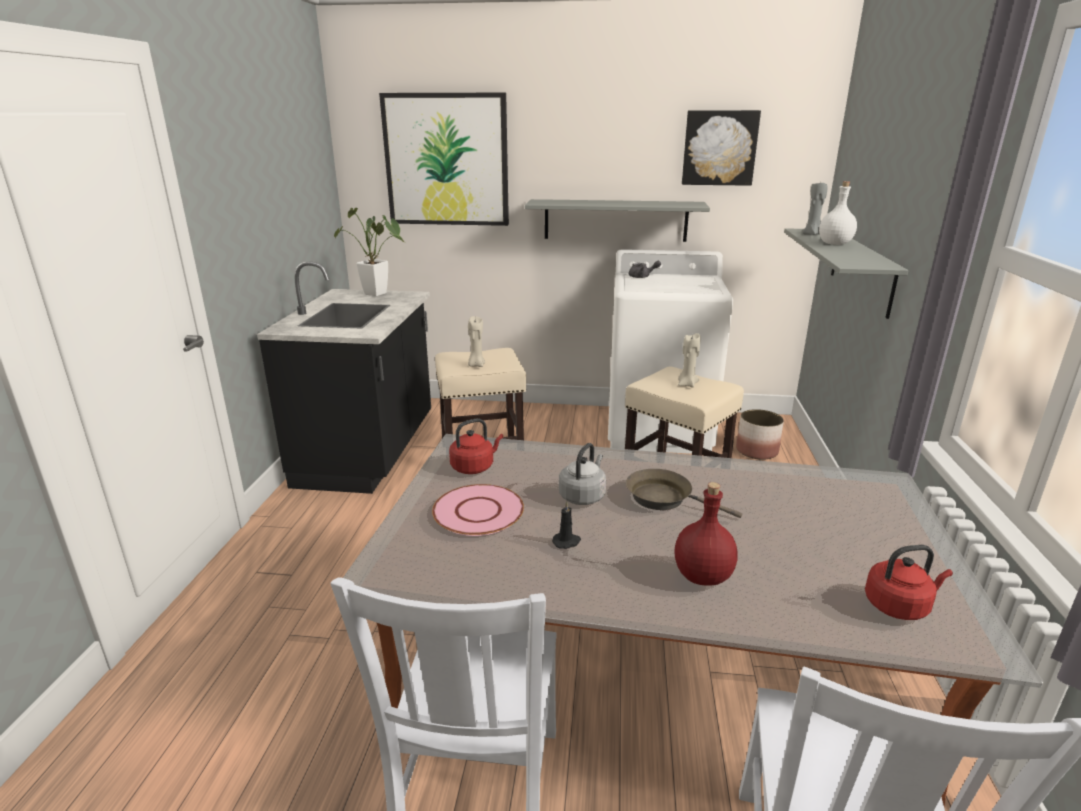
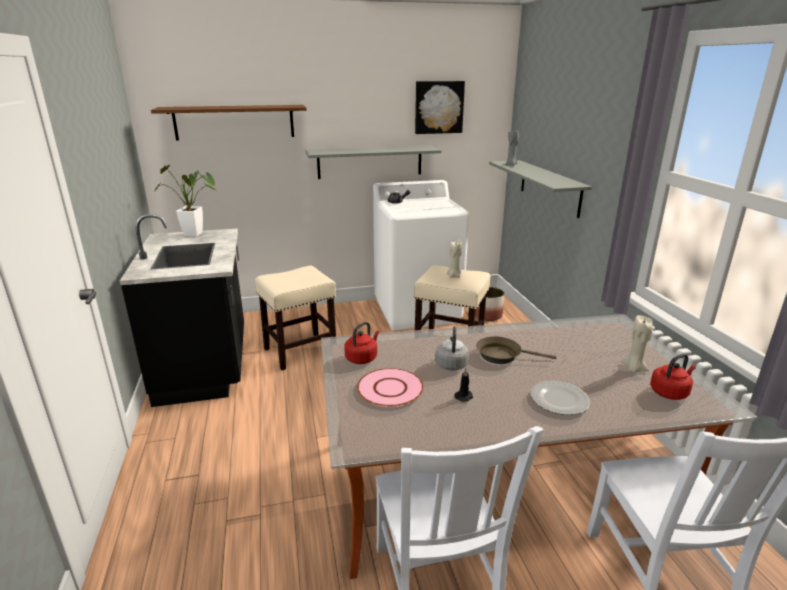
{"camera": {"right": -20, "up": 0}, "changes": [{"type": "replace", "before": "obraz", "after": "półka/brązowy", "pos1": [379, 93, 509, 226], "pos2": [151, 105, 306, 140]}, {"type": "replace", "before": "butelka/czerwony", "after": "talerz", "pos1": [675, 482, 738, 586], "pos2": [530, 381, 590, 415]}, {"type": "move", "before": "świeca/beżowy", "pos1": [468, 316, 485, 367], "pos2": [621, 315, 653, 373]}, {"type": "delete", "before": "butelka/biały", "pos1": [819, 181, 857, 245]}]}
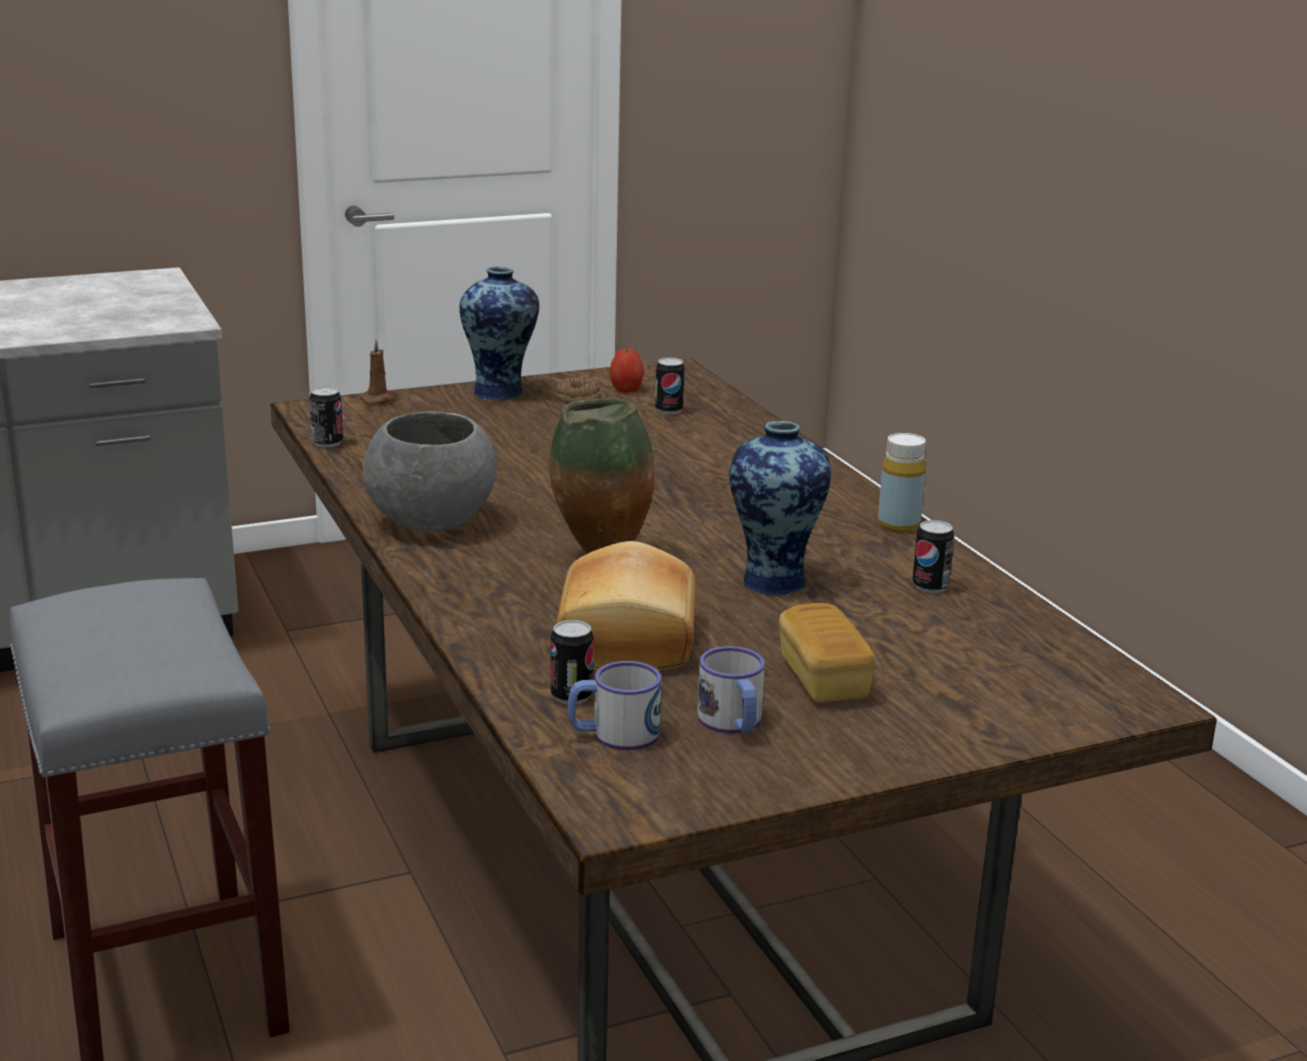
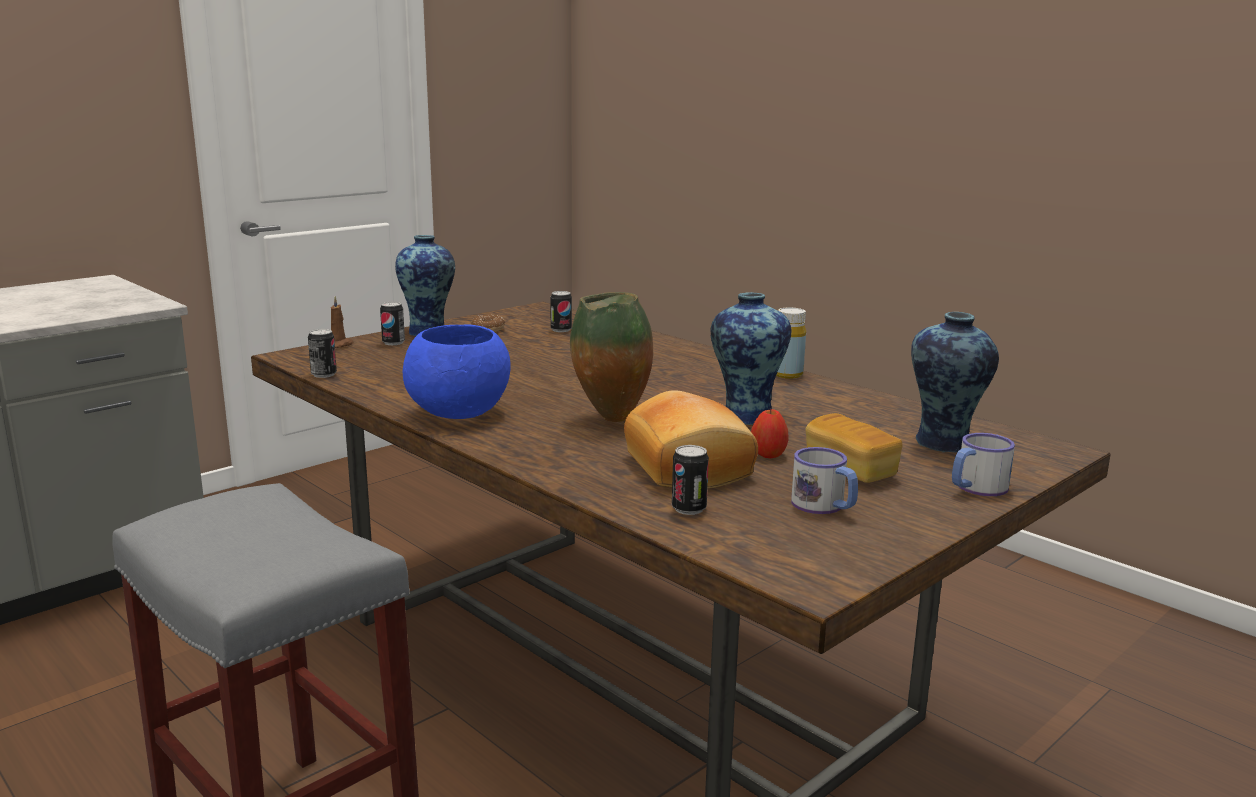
{"camera": {"right": -20, "up": -5}, "changes": [{"type": "move", "before": "puszka", "pos1": [912, 520, 954, 593], "pos2": [380, 302, 405, 345]}, {"type": "recolor", "before": "miska/szary", "after": "miska/niebieski", "pos1": [363, 411, 497, 531], "pos2": [403, 324, 511, 419]}, {"type": "move", "before": "jabłko", "pos1": [610, 347, 644, 392], "pos2": [751, 409, 788, 458]}, {"type": "insert", "after": "wazon", "pos2": [911, 312, 999, 452]}, {"type": "move", "before": "kubek", "pos1": [567, 661, 661, 750], "pos2": [952, 433, 1015, 496]}]}
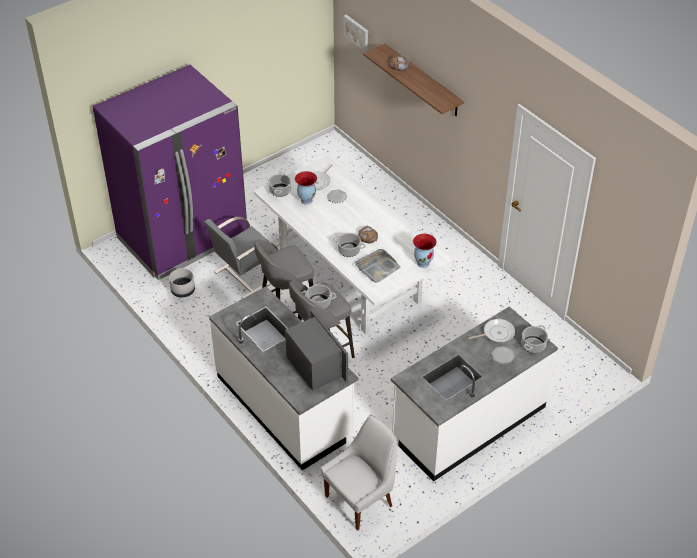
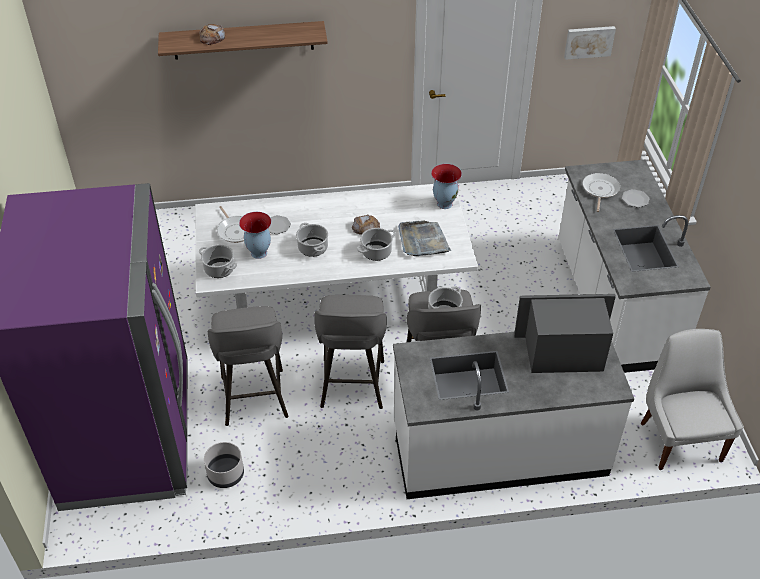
{"camera": {"right": -60, "up": 0}, "changes": [{"type": "replace", "before": "krzesło/szary", "after": "stołek/szary", "pos1": [205, 217, 279, 299], "pos2": [208, 306, 289, 426]}, {"type": "move", "before": "garnek", "pos1": [522, 325, 548, 353], "pos2": [296, 223, 328, 257]}, {"type": "move", "before": "obraz", "pos1": [343, 15, 368, 52], "pos2": [564, 26, 616, 60]}]}
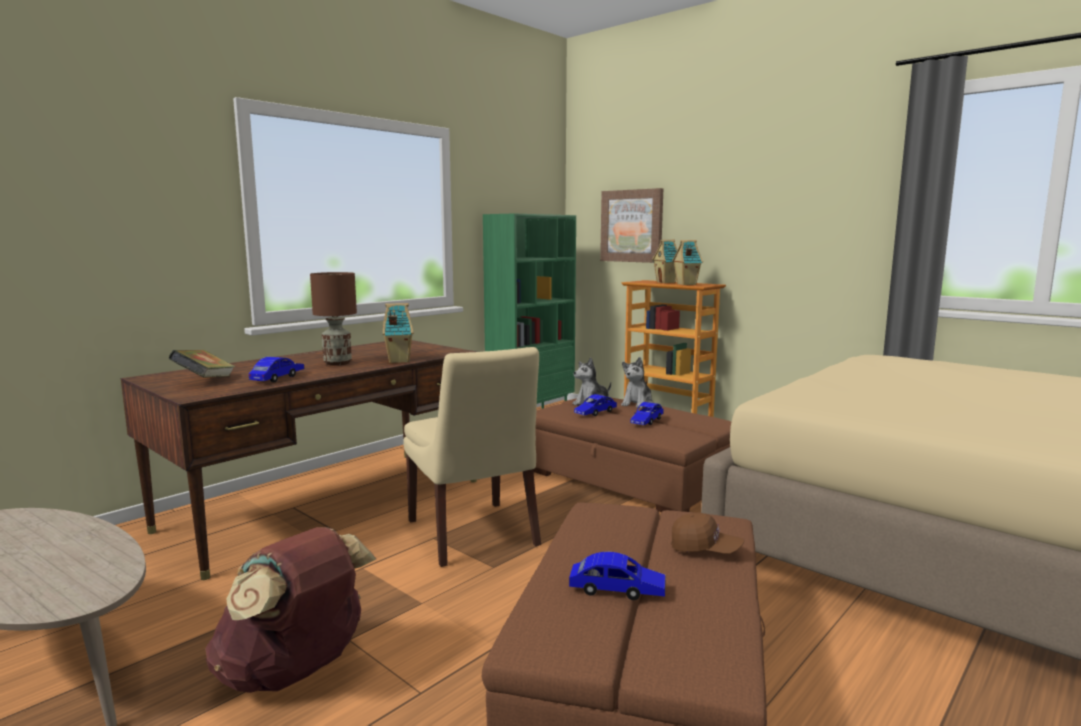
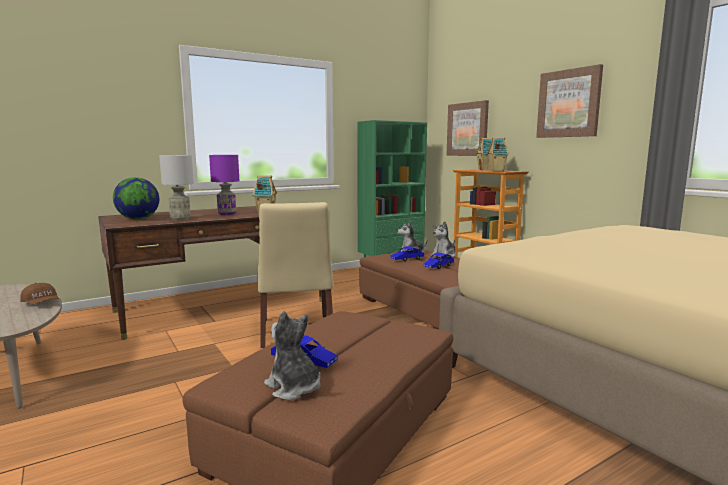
{"camera": {"right": 15, "up": 0}, "changes": [{"type": "move", "before": "czapka z daszkiem/brązowy", "pos1": [671, 513, 744, 554], "pos2": [20, 283, 59, 304]}, {"type": "replace", "before": "książka", "after": "globus", "pos1": [168, 350, 235, 378], "pos2": [113, 177, 159, 219]}, {"type": "replace", "before": "samochodzik/niebieski", "after": "lampa stołowa/szary", "pos1": [249, 357, 304, 382], "pos2": [159, 155, 194, 221]}, {"type": "recolor", "before": "lampa stołowa/brązowy", "after": "lampa stołowa/fioletowy", "pos1": [310, 272, 357, 366], "pos2": [209, 155, 239, 215]}, {"type": "insert", "after": "pluszak", "pos2": [264, 311, 321, 400]}, {"type": "insert", "after": "obraz", "pos2": [536, 64, 603, 138]}, {"type": "delete", "before": "plecak/brązowy", "pos1": [205, 527, 376, 693]}]}
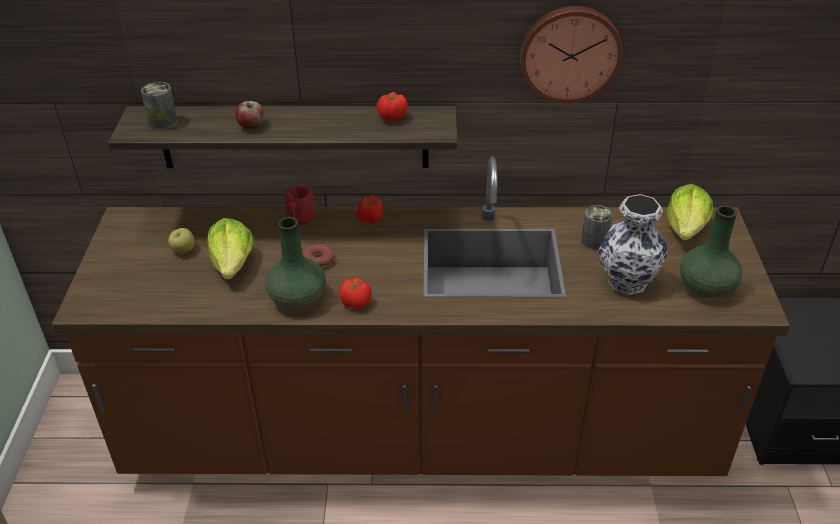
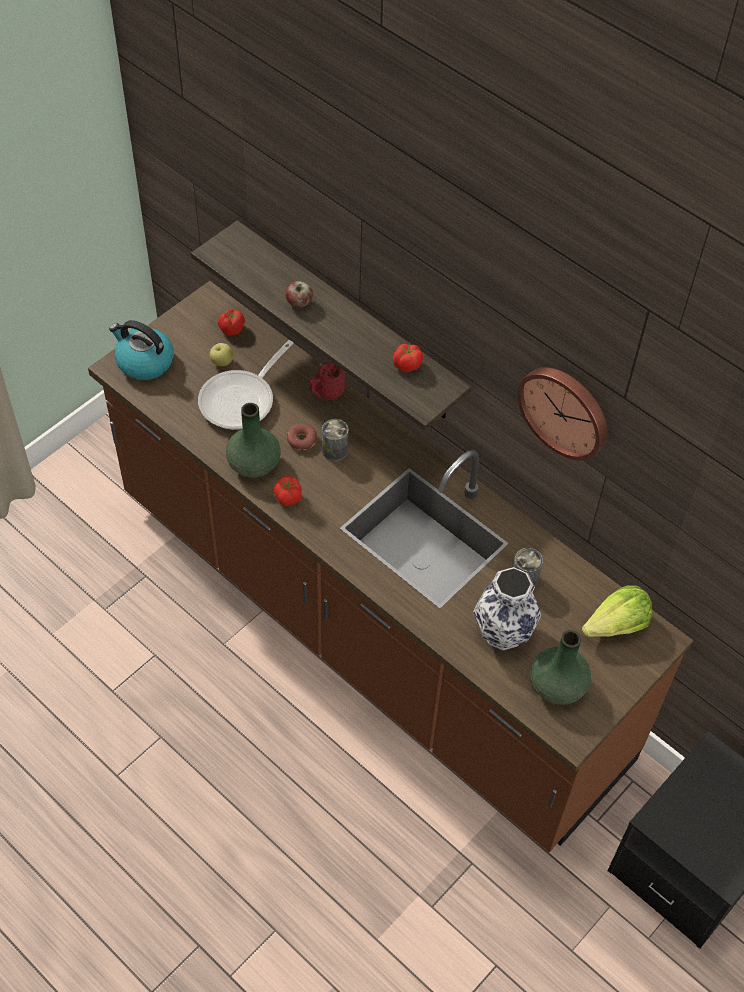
{"camera": {"right": 40, "up": 15}, "changes": [{"type": "insert", "after": "czajnik", "pos2": [109, 320, 174, 380]}, {"type": "replace", "before": "sałata", "after": "patelnia", "pos1": [207, 218, 254, 279], "pos2": [198, 340, 293, 430]}, {"type": "move", "before": "pomidor", "pos1": [357, 196, 383, 224], "pos2": [218, 309, 245, 336]}, {"type": "move", "before": "puszka", "pos1": [141, 82, 178, 130], "pos2": [322, 419, 348, 461]}]}
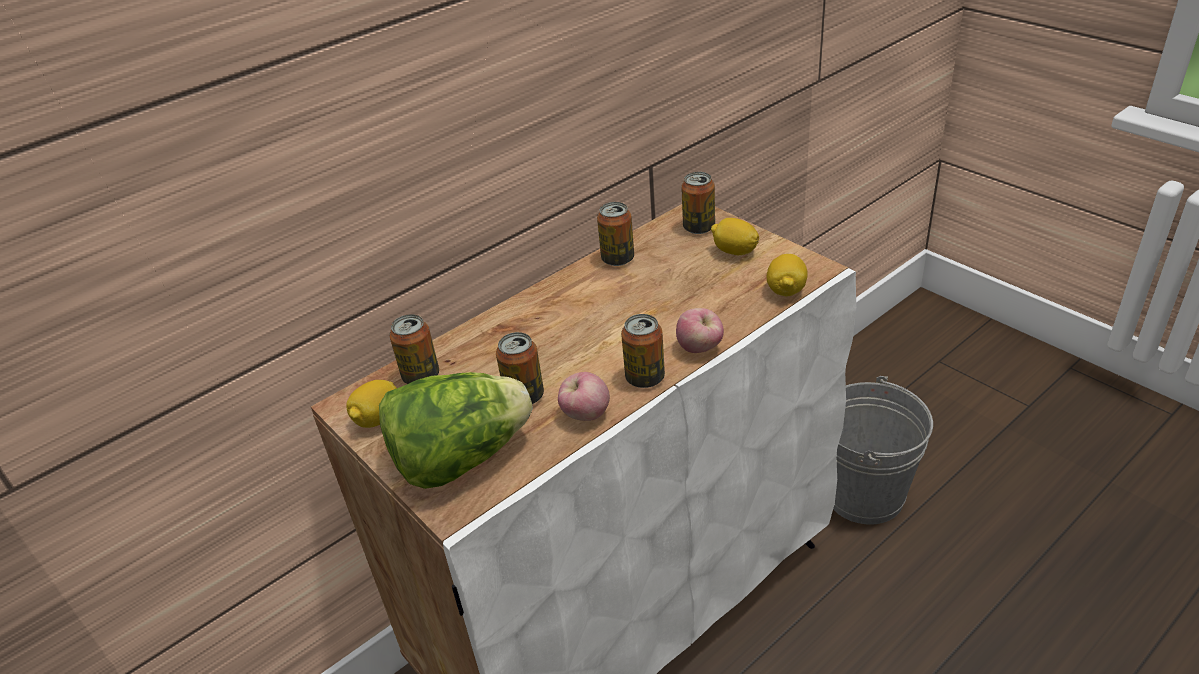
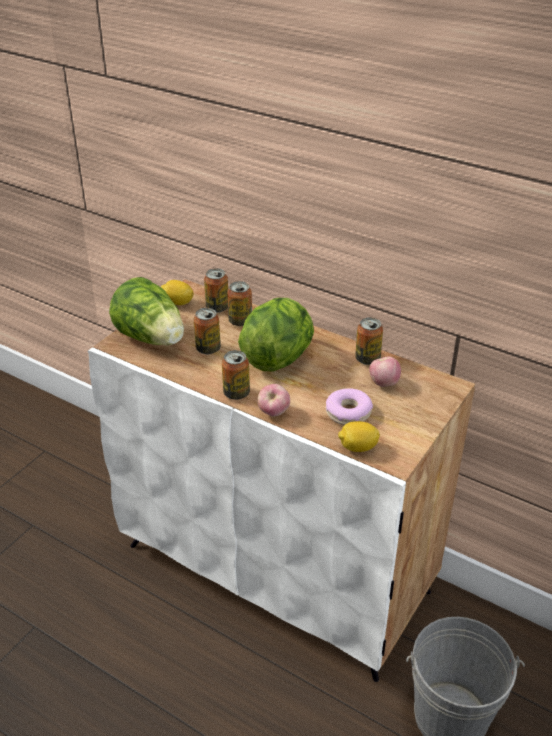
{"camera": {"right": 70, "up": 0}, "changes": [{"type": "move", "before": "puszka", "pos1": [681, 172, 715, 234], "pos2": [227, 281, 252, 326]}, {"type": "insert", "after": "sałata", "pos2": [238, 298, 314, 372]}, {"type": "insert", "after": "donut", "pos2": [326, 388, 373, 425]}, {"type": "move", "before": "jabłko", "pos1": [558, 372, 610, 421], "pos2": [369, 357, 401, 387]}, {"type": "delete", "before": "cytryna", "pos1": [711, 218, 759, 255]}]}
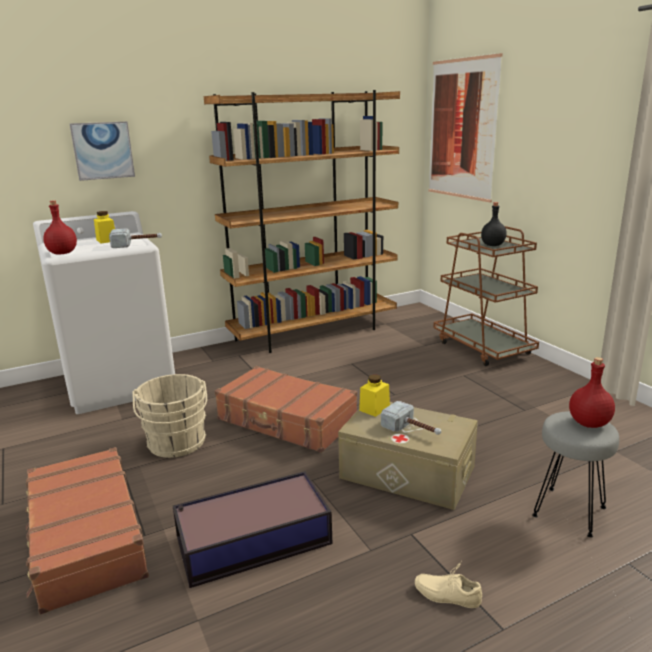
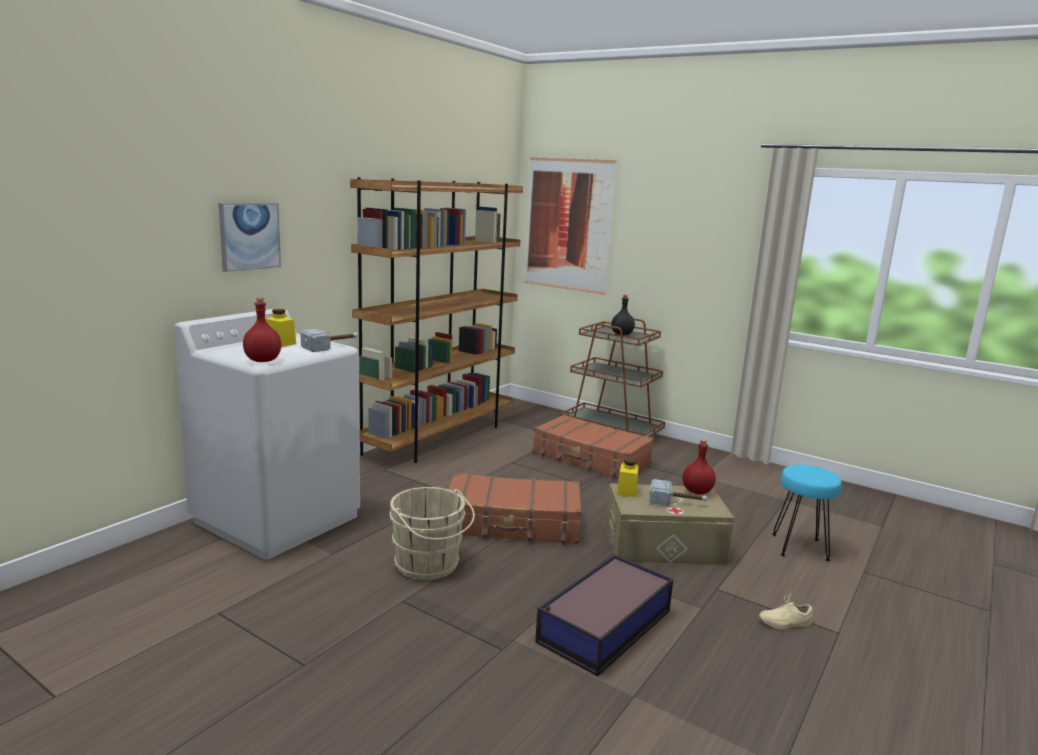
{"camera": {"right": -30, "up": -5}, "changes": [{"type": "move", "before": "walizka/brązowy", "pos1": [26, 447, 149, 615], "pos2": [533, 414, 654, 479]}, {"type": "move", "before": "butelka/czerwony", "pos1": [569, 357, 615, 428], "pos2": [683, 439, 716, 495]}, {"type": "recolor", "before": "stołek/szary", "after": "stołek/turkusowy", "pos1": [532, 411, 619, 537], "pos2": [772, 465, 842, 561]}]}
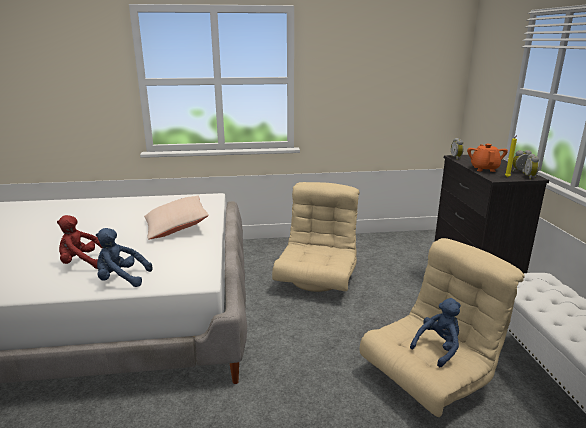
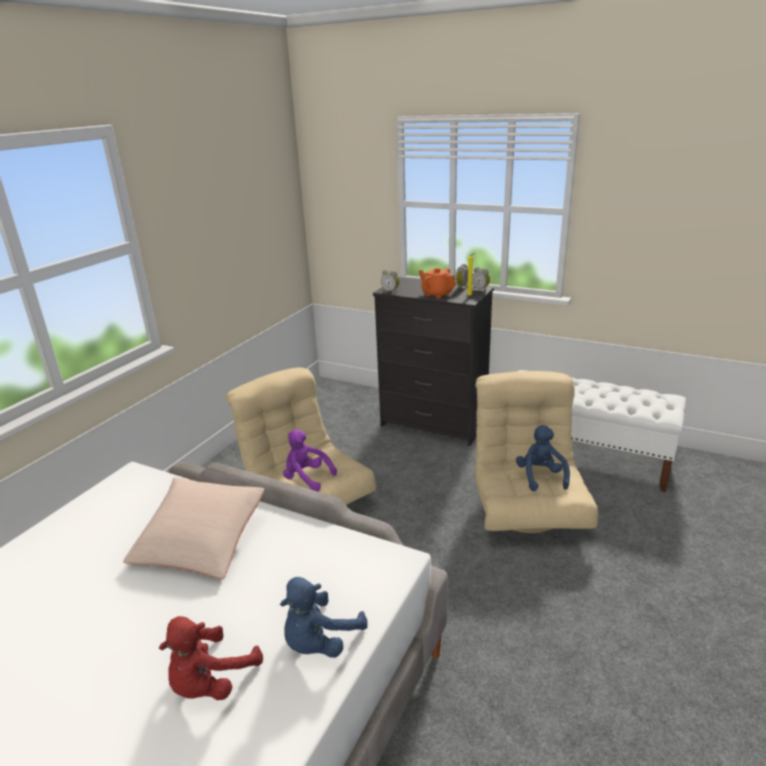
{"camera": {"right": -55, "up": 5}, "changes": [{"type": "insert", "after": "pluszak/fioletowy", "pos2": [283, 430, 337, 492]}]}
